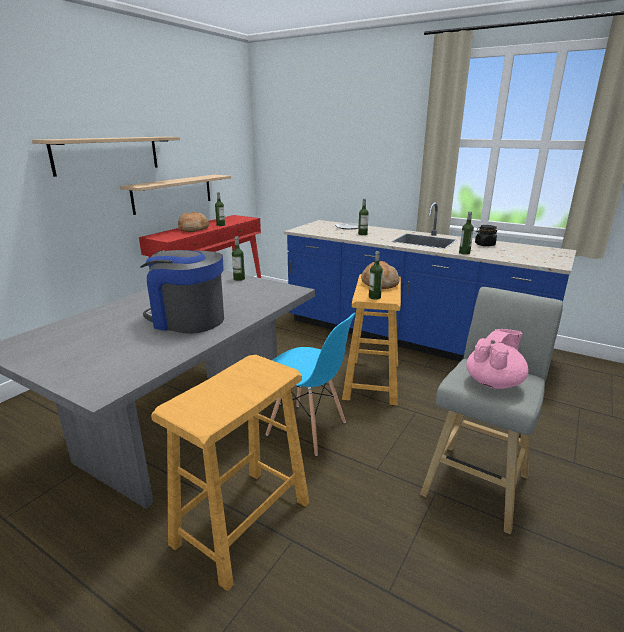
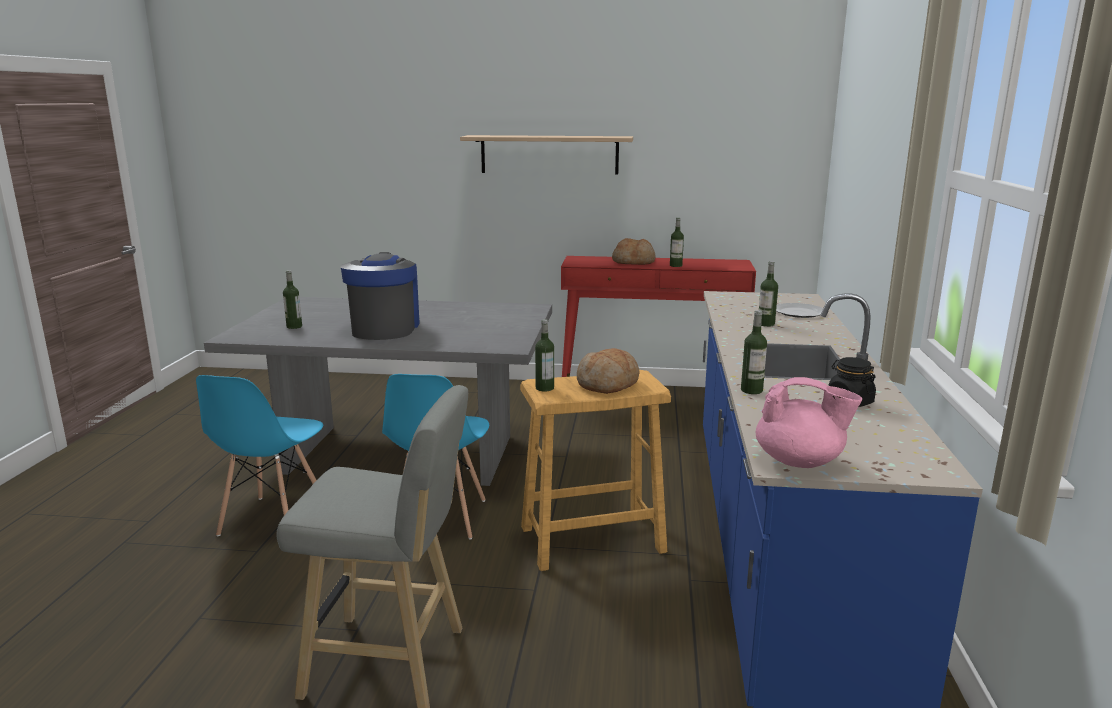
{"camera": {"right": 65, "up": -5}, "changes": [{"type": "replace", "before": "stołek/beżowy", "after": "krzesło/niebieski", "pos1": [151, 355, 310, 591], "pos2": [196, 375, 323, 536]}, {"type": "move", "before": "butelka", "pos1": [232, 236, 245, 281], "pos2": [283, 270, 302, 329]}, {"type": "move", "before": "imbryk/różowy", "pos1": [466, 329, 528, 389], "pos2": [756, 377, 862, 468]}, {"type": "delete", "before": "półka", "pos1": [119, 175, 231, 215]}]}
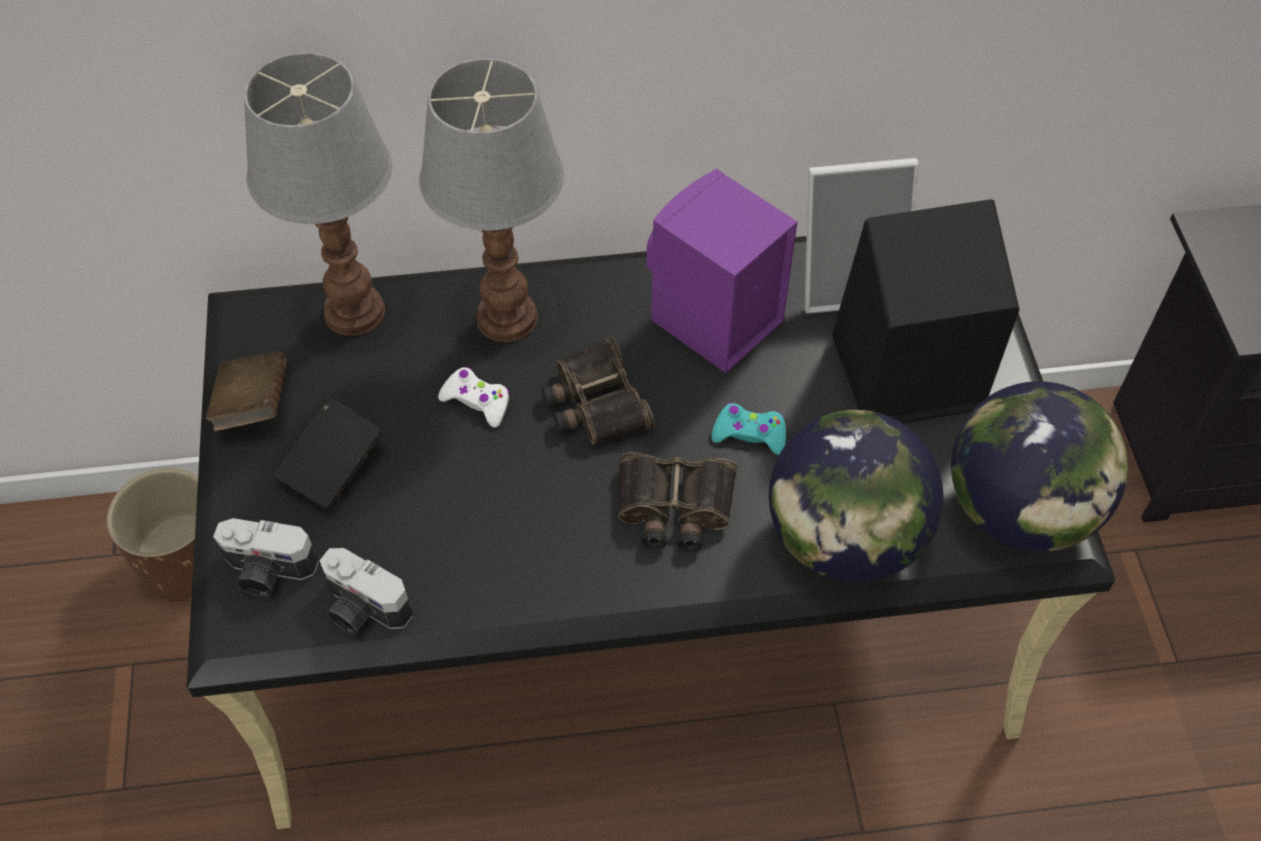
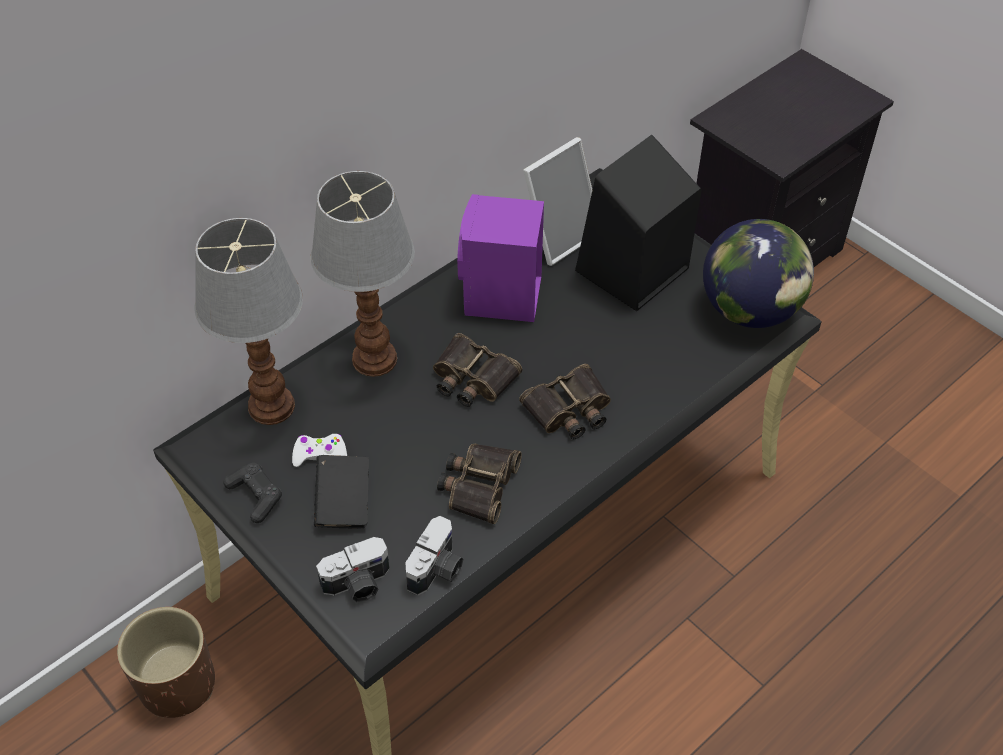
{"camera": {"right": -35, "up": -5}, "changes": [{"type": "replace", "before": "książka/brązowy", "after": "pad do gier/czarny", "pos1": [206, 352, 288, 431], "pos2": [223, 463, 282, 523]}, {"type": "move", "before": "pad do gier/biały", "pos1": [438, 367, 510, 428], "pos2": [292, 434, 347, 467]}, {"type": "rotate", "before": "aparat fotograficzny", "pos1": [319, 548, 413, 636], "pos2": [405, 516, 463, 596], "turn": -60}, {"type": "insert", "after": "lornetka", "pos2": [437, 444, 522, 524]}, {"type": "delete", "before": "pad do gier/turkusowy", "pos1": [711, 403, 786, 455]}, {"type": "delete", "before": "globus", "pos1": [769, 410, 943, 583]}]}
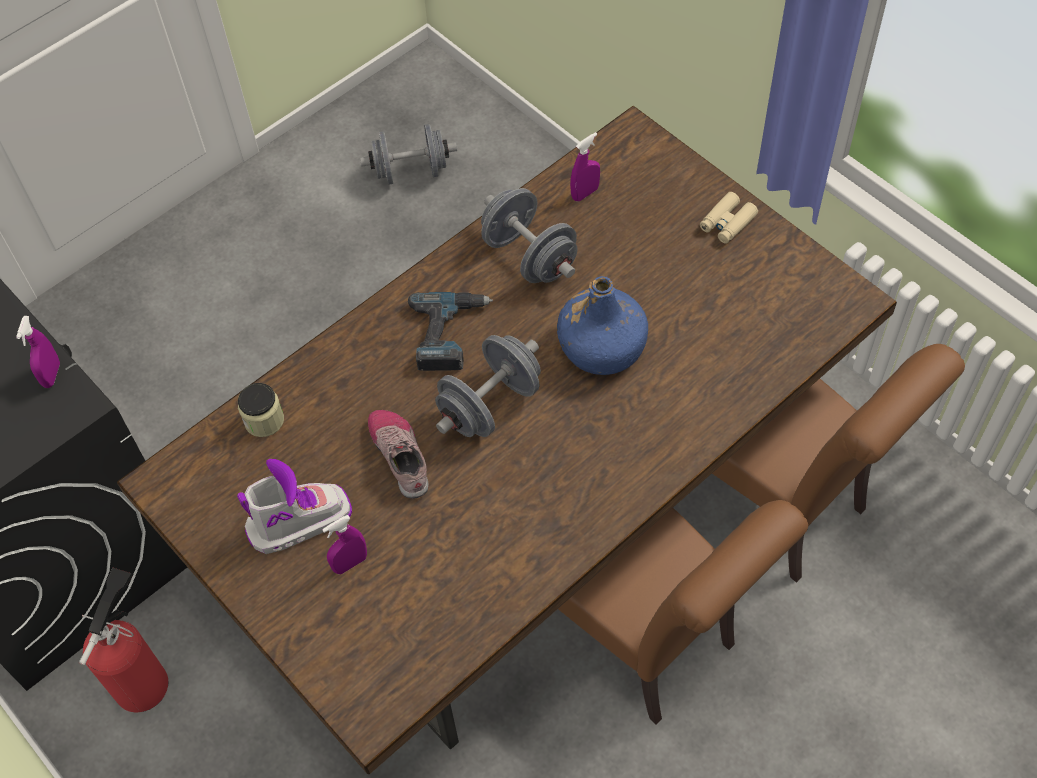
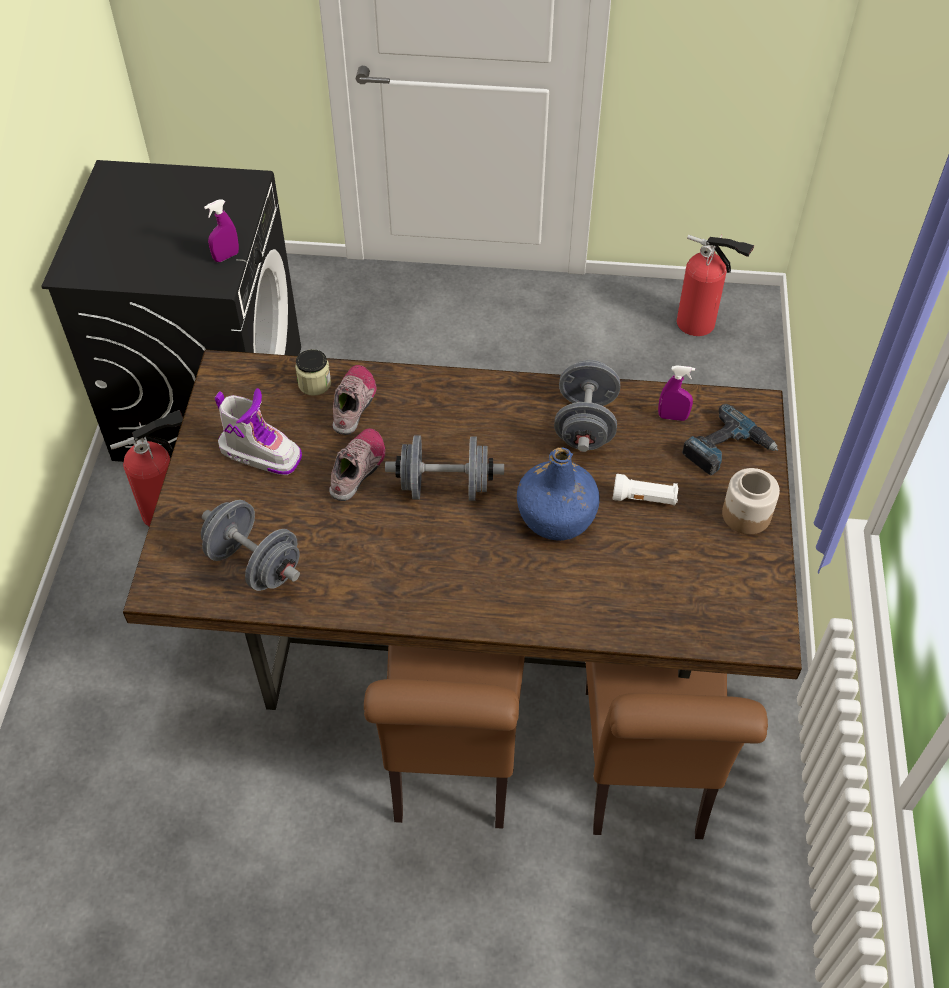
{"camera": {"right": 45, "up": -5}, "changes": [{"type": "move", "before": "hantel/szary", "pos1": [360, 124, 457, 185], "pos2": [201, 500, 300, 591]}, {"type": "insert", "after": "but", "pos2": [332, 365, 376, 435]}, {"type": "insert", "after": "latarka/biały", "pos2": [612, 474, 678, 505]}, {"type": "insert", "after": "gaśnica", "pos2": [677, 235, 754, 336]}, {"type": "move", "before": "wiertarka", "pos1": [408, 292, 493, 371], "pos2": [682, 404, 778, 475]}, {"type": "replace", "before": "lornetka/beżowy", "after": "słoik", "pos1": [700, 192, 758, 244], "pos2": [722, 468, 780, 535]}, {"type": "delete", "before": "spryskiwacz/fioletowy", "pos1": [322, 515, 367, 574]}]}
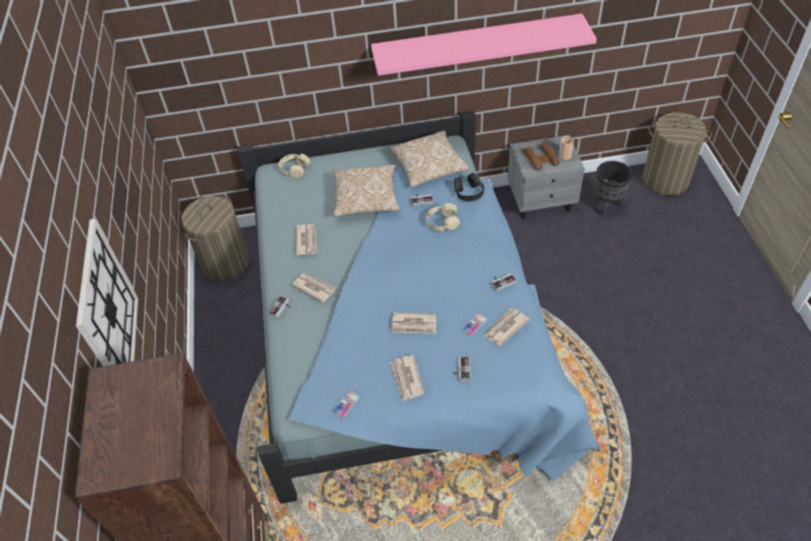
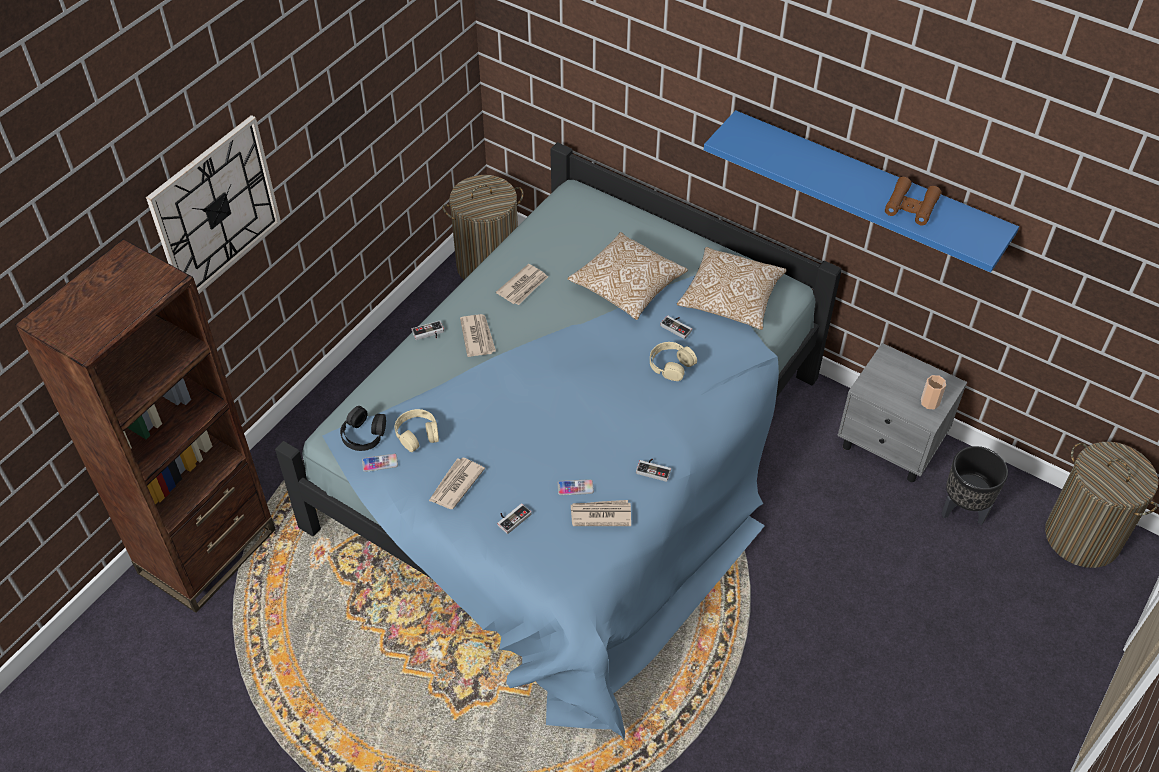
{"camera": {"right": 40, "up": 0}, "changes": [{"type": "move", "before": "słuchawki/czarny", "pos1": [454, 173, 484, 201], "pos2": [340, 406, 386, 451]}, {"type": "move", "before": "słuchawki/beżowy", "pos1": [278, 154, 310, 178], "pos2": [395, 409, 439, 452]}, {"type": "recolor", "before": "półka/różowy", "after": "półka/niebieski", "pos1": [371, 14, 597, 76], "pos2": [704, 110, 1019, 272]}, {"type": "move", "before": "lornetka/brązowy", "pos1": [524, 142, 560, 171], "pos2": [885, 177, 941, 225]}, {"type": "delete", "before": "gazeta", "pos1": [391, 312, 436, 334]}]}
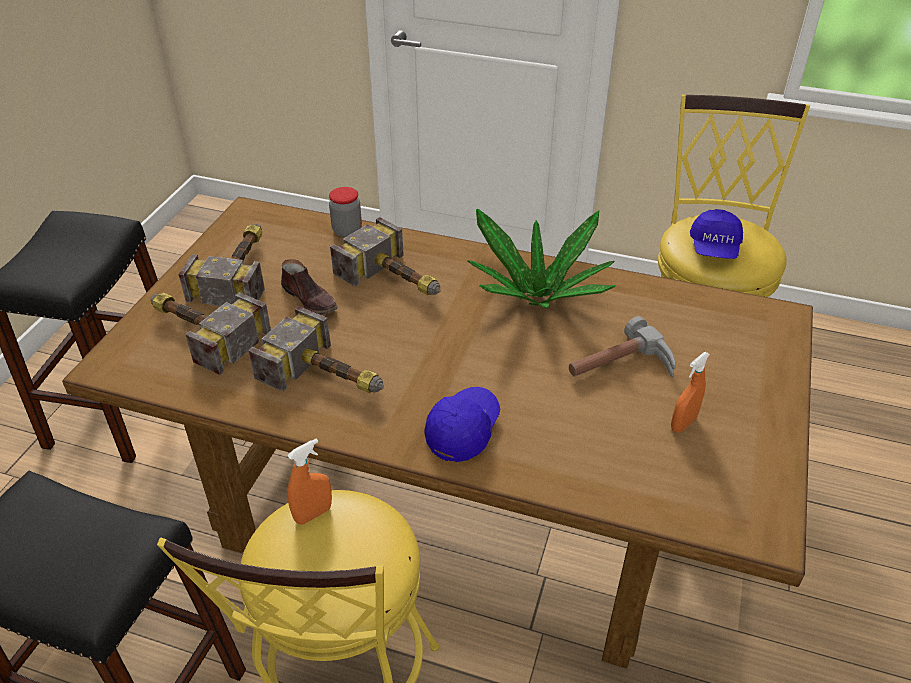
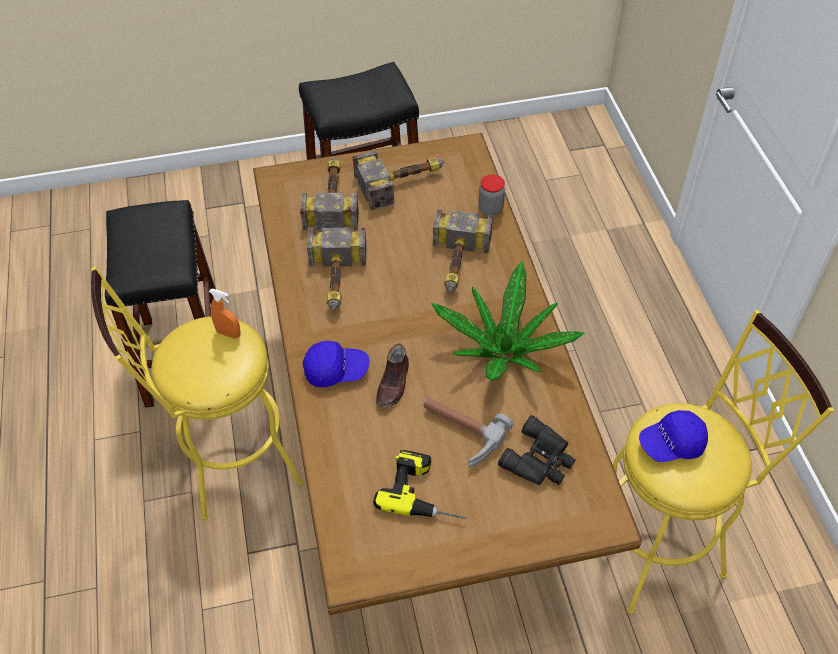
{"camera": {"right": 60, "up": 10}, "changes": [{"type": "replace", "before": "spryskiwacz/pomarańczowy", "after": "wiertarka", "pos1": [671, 352, 710, 433], "pos2": [373, 450, 466, 520]}, {"type": "move", "before": "but/brązowy", "pos1": [281, 259, 337, 315], "pos2": [376, 344, 409, 408]}, {"type": "insert", "after": "lornetka/czarny", "pos2": [498, 415, 575, 485]}]}
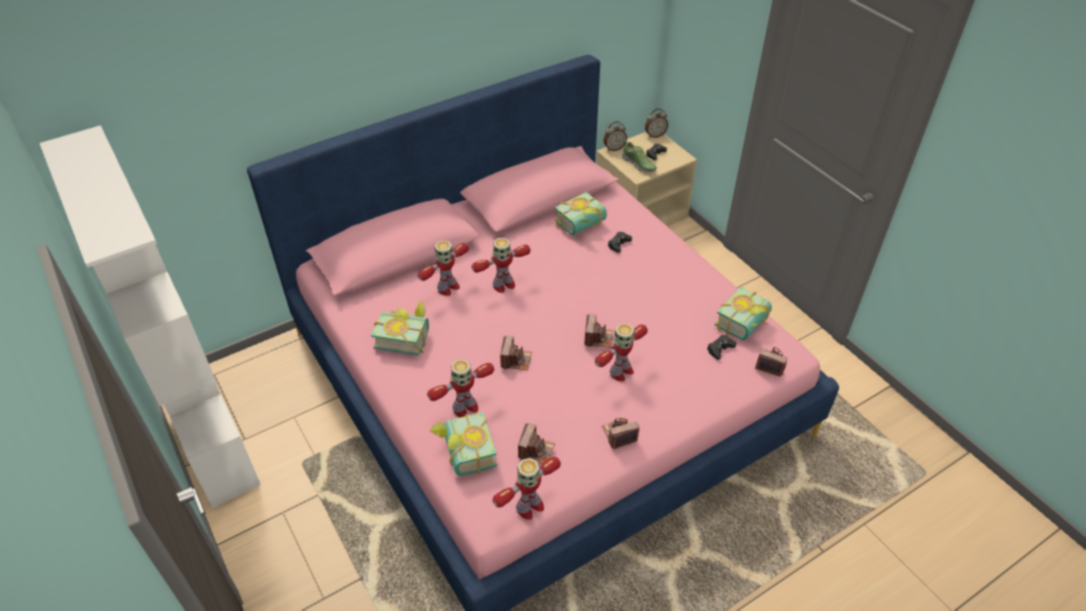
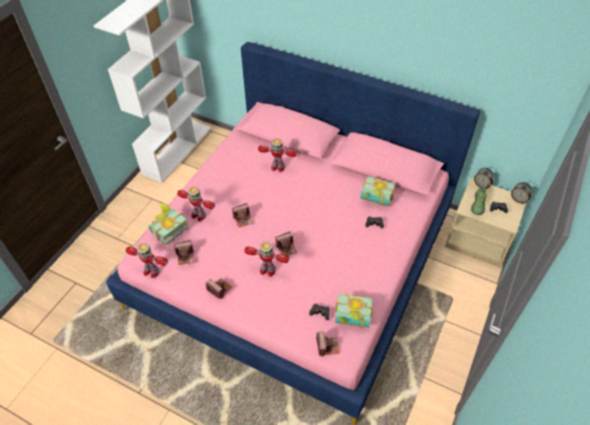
{"camera": {"right": 60, "up": 5}, "changes": [{"type": "delete", "before": "książka", "pos1": [371, 300, 429, 356]}, {"type": "delete", "before": "robot zabawkowy", "pos1": [472, 238, 531, 293]}]}
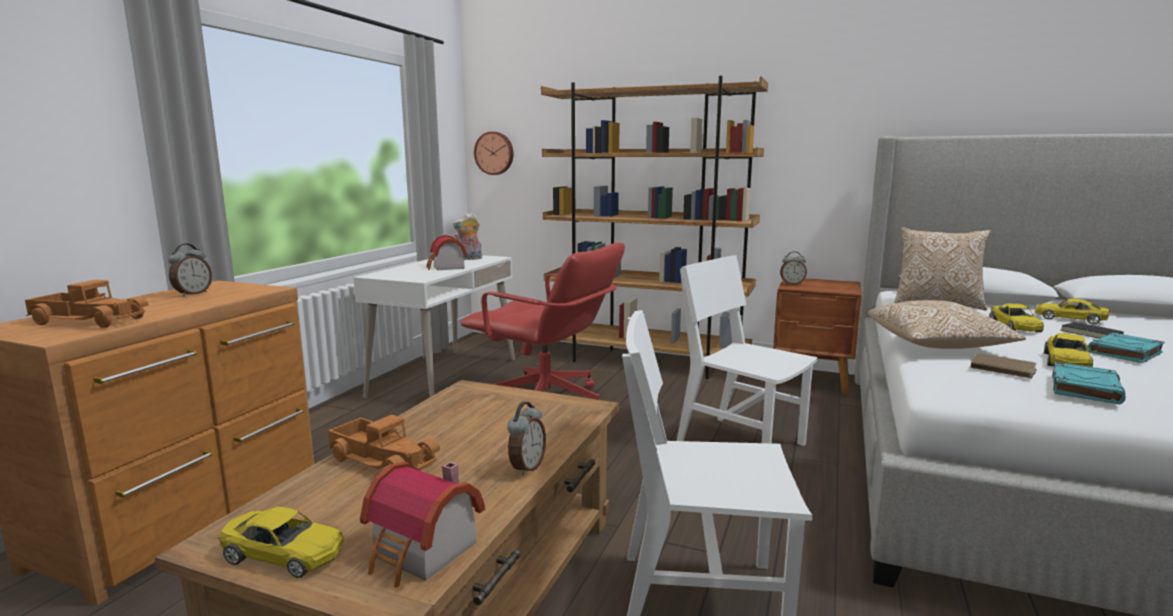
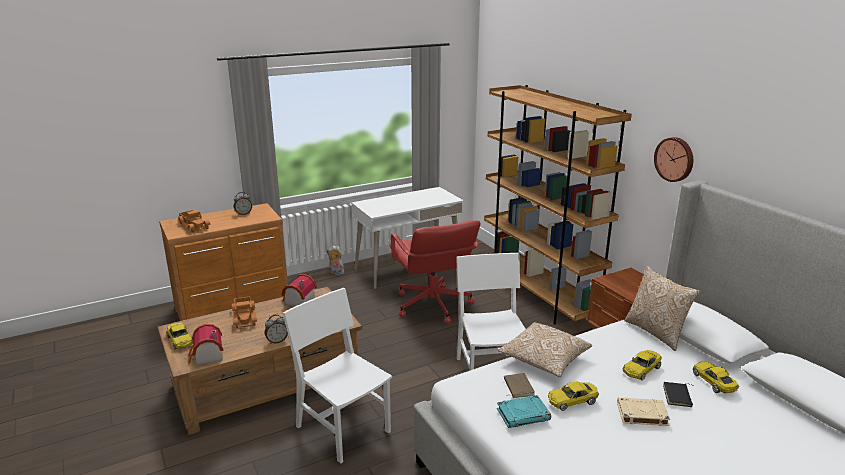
{"camera": {"right": 40, "up": 10}, "changes": [{"type": "move", "before": "domek", "pos1": [426, 234, 467, 270], "pos2": [281, 274, 317, 307]}, {"type": "move", "before": "pluszak", "pos1": [453, 213, 482, 260], "pos2": [326, 245, 345, 275]}, {"type": "recolor", "before": "książka/turkusowy", "after": "książka/beżowy", "pos1": [1088, 333, 1165, 363], "pos2": [617, 397, 670, 426]}, {"type": "move", "before": "zegar ścienny", "pos1": [474, 131, 513, 175], "pos2": [654, 137, 693, 182]}, {"type": "delete", "before": "budzik", "pos1": [780, 252, 807, 285]}]}
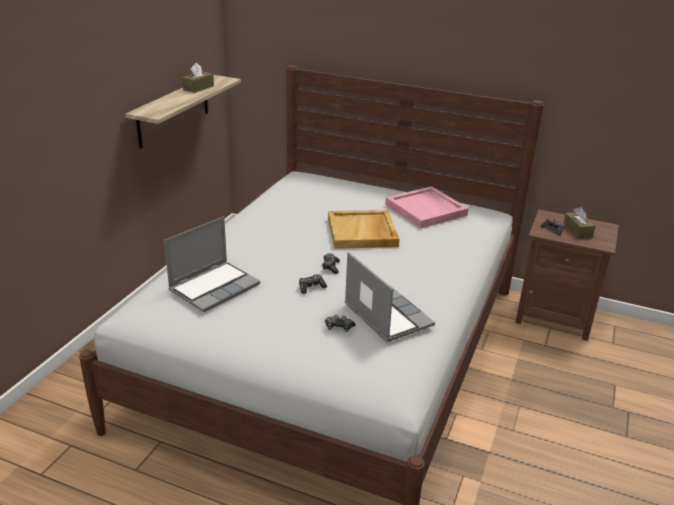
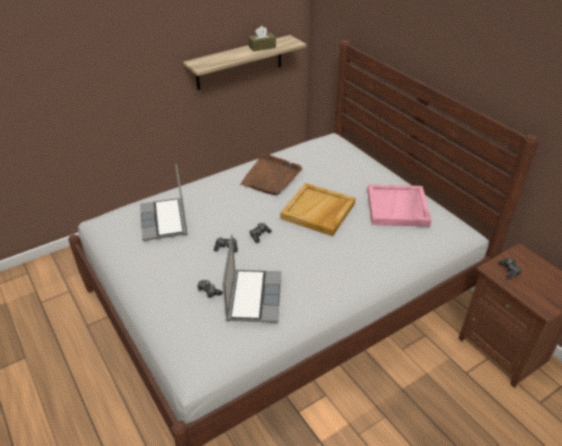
{"camera": {"right": 35, "up": 10}, "changes": [{"type": "rotate", "before": "laptop", "pos1": [164, 216, 260, 312], "pos2": [140, 164, 188, 241], "turn": 90}, {"type": "insert", "after": "taca/brązowy", "pos2": [240, 154, 302, 195]}, {"type": "delete", "before": "pudełko chusteczek/brązowy", "pos1": [563, 207, 595, 239]}]}
